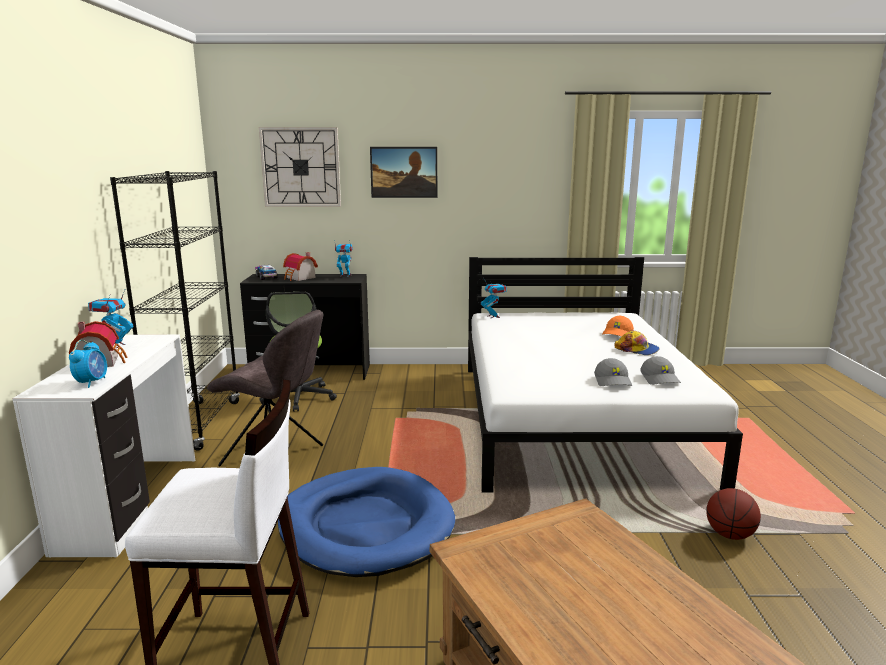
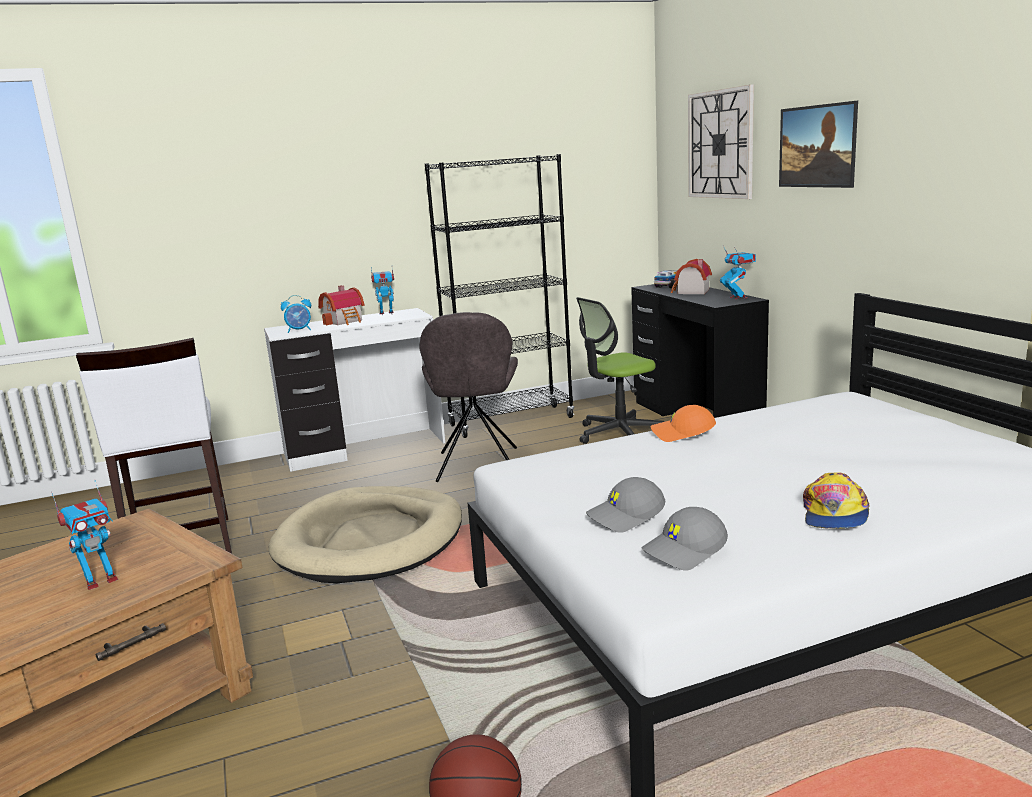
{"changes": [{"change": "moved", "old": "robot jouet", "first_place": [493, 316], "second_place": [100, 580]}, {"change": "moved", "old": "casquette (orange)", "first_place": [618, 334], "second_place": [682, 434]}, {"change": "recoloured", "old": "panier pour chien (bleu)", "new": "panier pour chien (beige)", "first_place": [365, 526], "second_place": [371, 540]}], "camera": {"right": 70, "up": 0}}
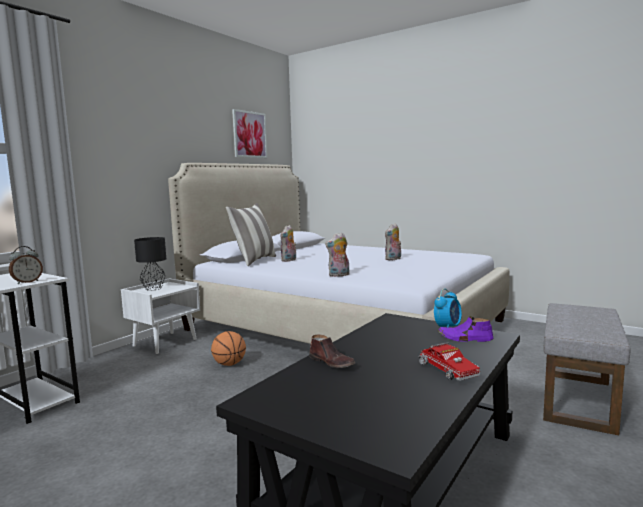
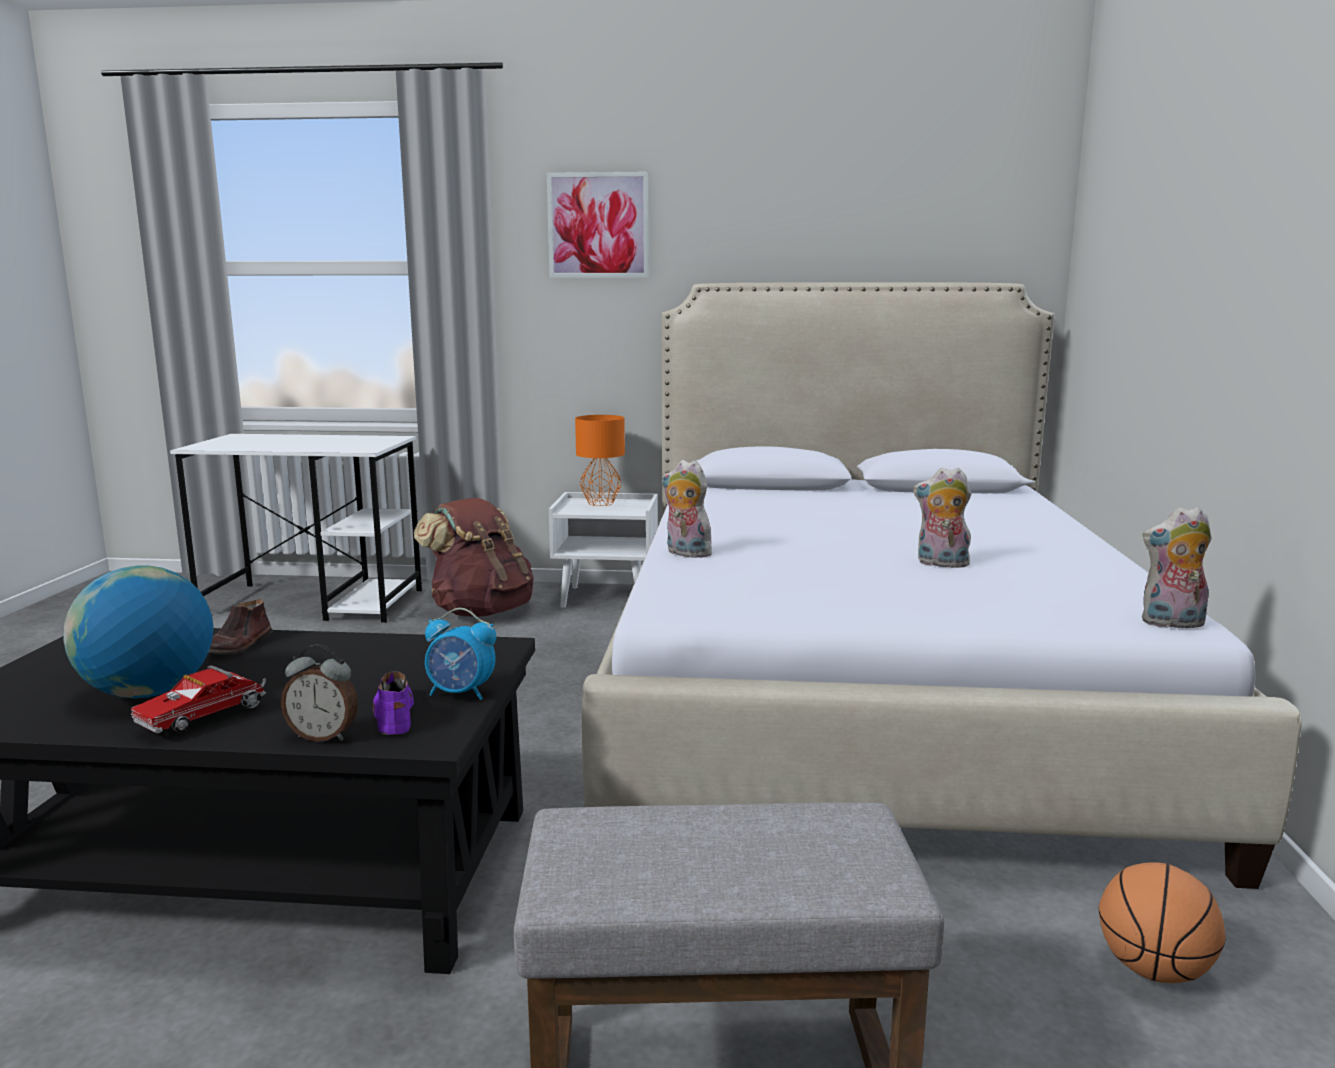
{"changes": [{"change": "removed", "old": "coussin", "first_place": [254, 261]}, {"change": "added", "new": "globe", "second_place": [148, 693]}, {"change": "added", "new": "sac à dos (marron)", "second_place": [481, 612]}, {"change": "moved", "old": "réveil", "first_place": [27, 282], "second_place": [323, 736]}, {"change": "moved", "old": "ballon de basket", "first_place": [229, 364], "second_place": [1153, 970]}, {"change": "moved", "old": "tableau", "first_place": [249, 134], "second_place": [598, 225]}, {"change": "moved", "old": "peluche", "first_place": [289, 260], "second_place": [1172, 624]}, {"change": "recoloured", "old": "lampe de table (noir)", "new": "lampe de table (orange)", "first_place": [153, 289], "second_place": [600, 503]}], "camera": {"right": 60, "up": 5}}
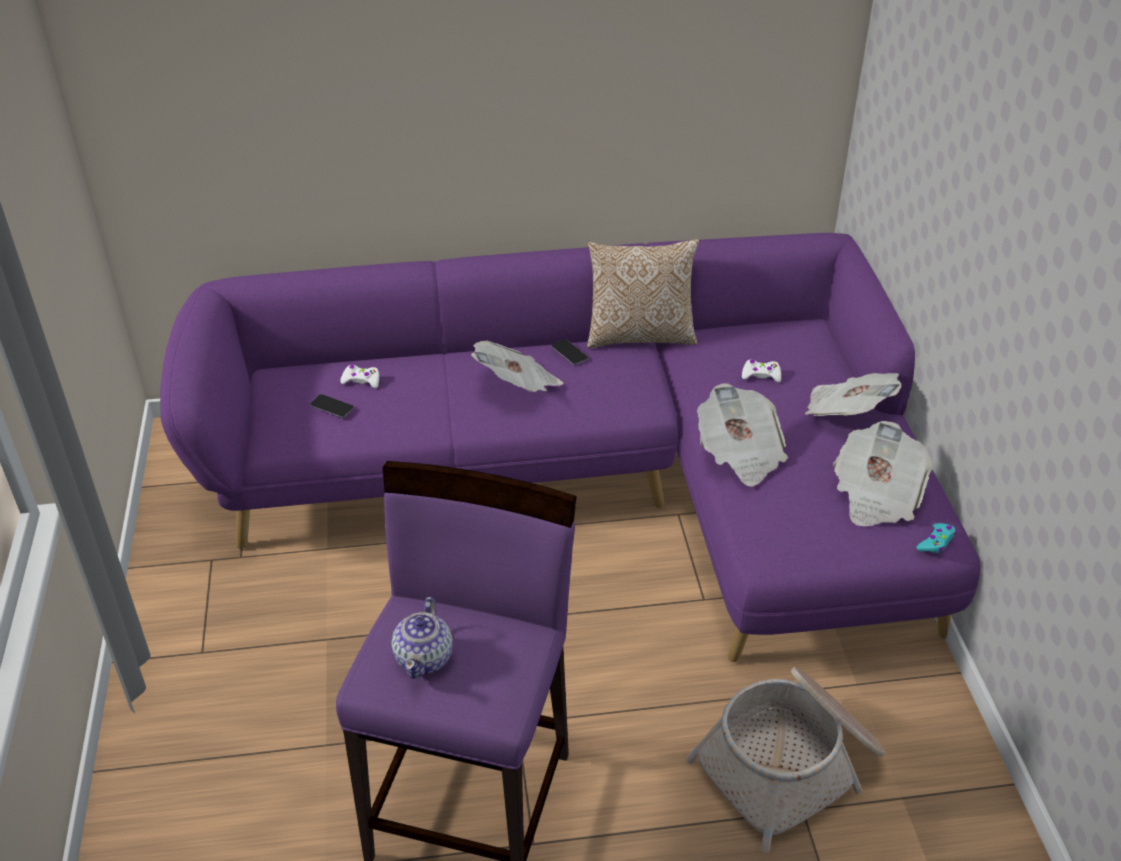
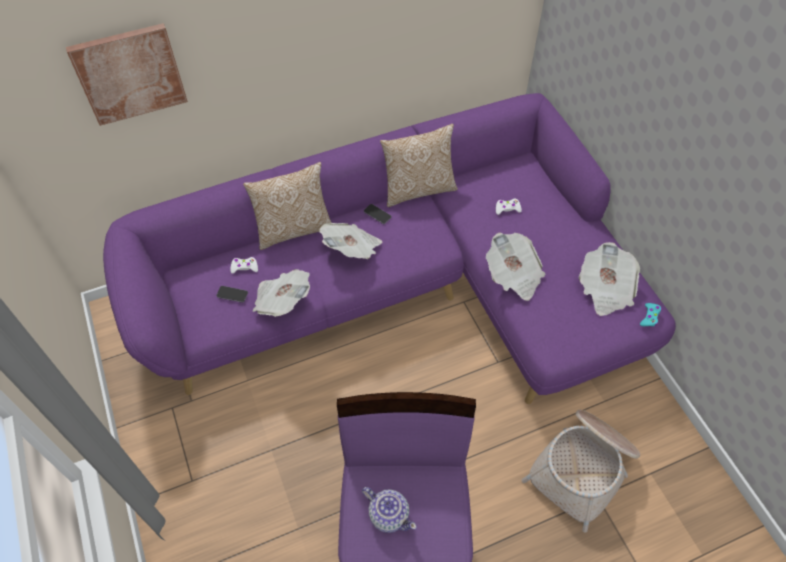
{"changes": [{"change": "added", "new": "tableau", "second_place": [129, 73]}, {"change": "added", "new": "coussin", "second_place": [294, 229]}, {"change": "moved", "old": "journal", "first_place": [846, 412], "second_place": [282, 301]}, {"change": "turned", "old": "théière", "first_place": [424, 657], "second_place": [389, 514], "degrees": -45}], "camera": {"right": -15, "up": 15}}
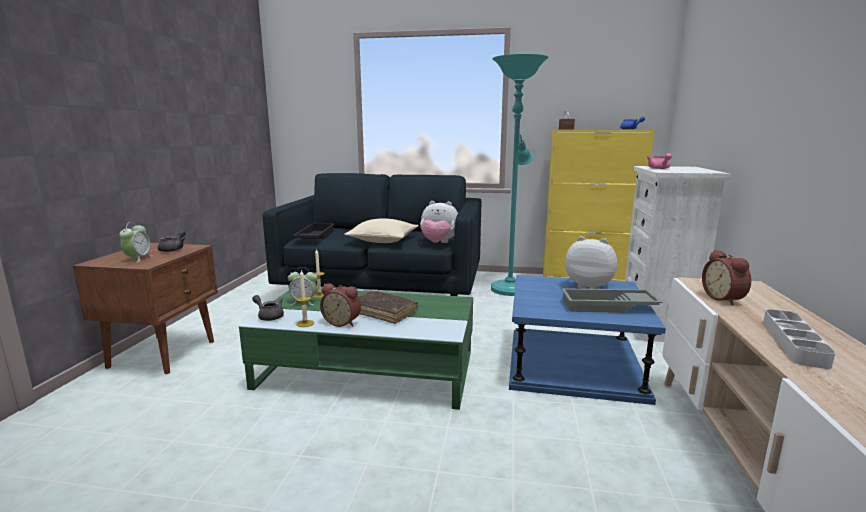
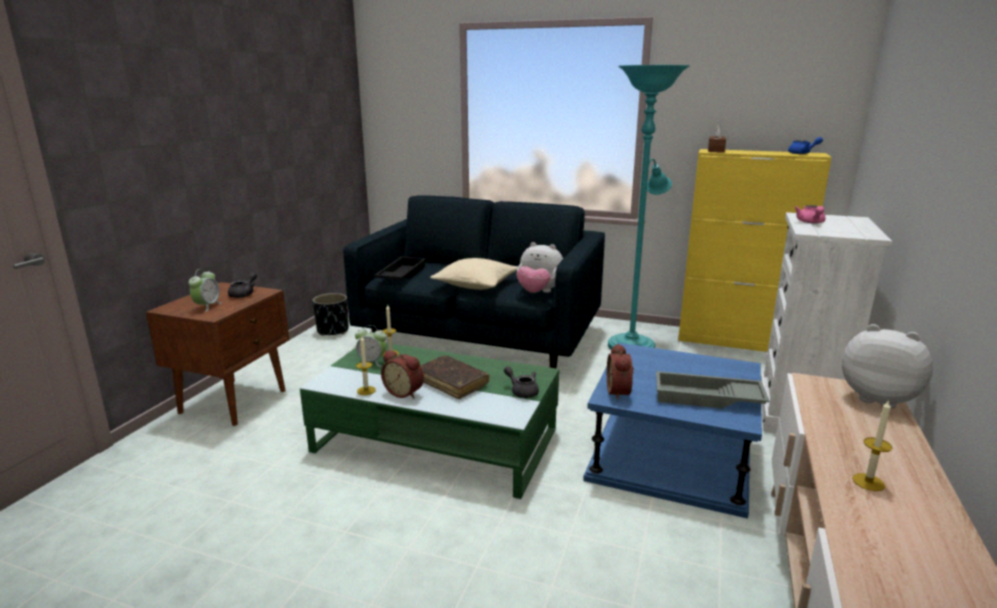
{"changes": [{"change": "added", "new": "cache-pot (noir)", "second_place": [333, 330]}, {"change": "moved", "old": "théière (gris)", "first_place": [269, 316], "second_place": [522, 391]}, {"change": "moved", "old": "peluche", "first_place": [589, 286], "second_place": [878, 398]}, {"change": "moved", "old": "réveil", "first_place": [724, 298], "second_place": [620, 392]}, {"change": "replaced", "old": "plateau (gris)", "new": "bougie", "first_place": [794, 342], "second_place": [868, 482]}], "camera": {"right": 10, "up": 5}}
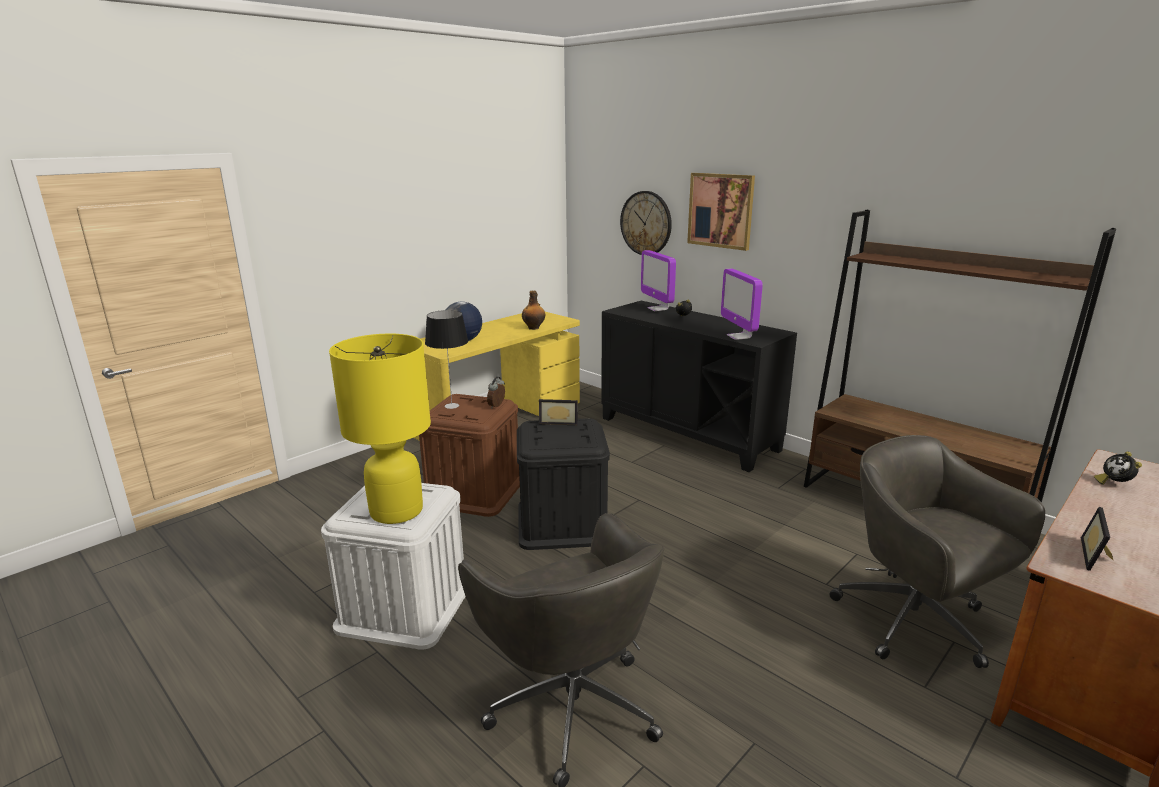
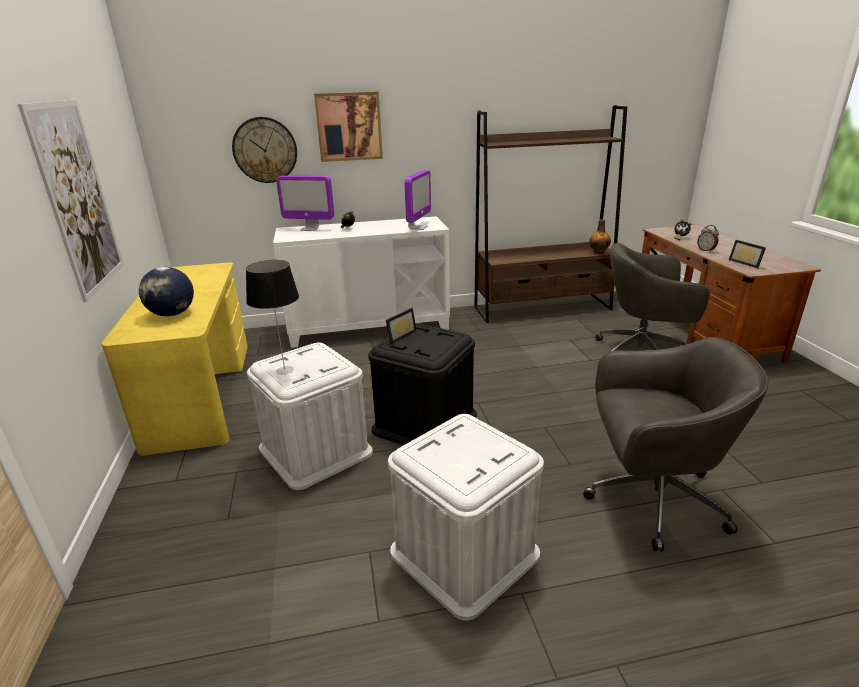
{"changes": [{"change": "removed", "old": "lampe de table (jaune)", "first_place": [396, 511]}, {"change": "added", "new": "tableau", "second_place": [78, 198]}, {"change": "moved", "old": "réveil", "first_place": [497, 406], "second_place": [706, 250]}, {"change": "moved", "old": "bouteille", "first_place": [534, 328], "second_place": [598, 252]}, {"change": "recoloured", "old": "boîte de rangement (marron)", "new": "boîte de rangement (blanc)", "first_place": [474, 491], "second_place": [315, 450]}, {"change": "recoloured", "old": "meuble de rangement (noir)", "new": "meuble de rangement (blanc)", "first_place": [688, 433], "second_place": [369, 327]}, {"change": "turned", "old": "écran d'ordinateur", "first_place": [739, 336], "second_place": [418, 227], "degrees": -90}], "camera": {"right": -55, "up": 5}}
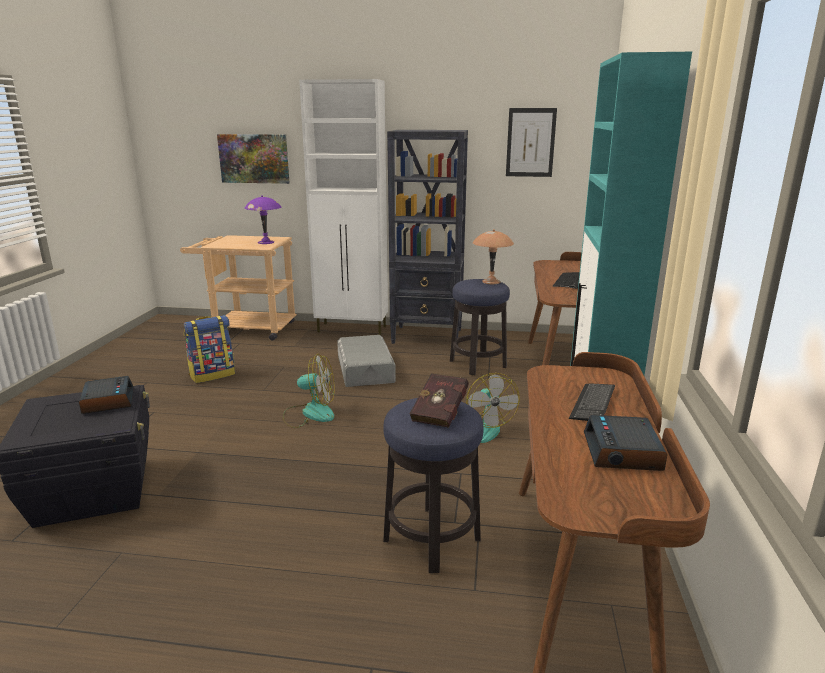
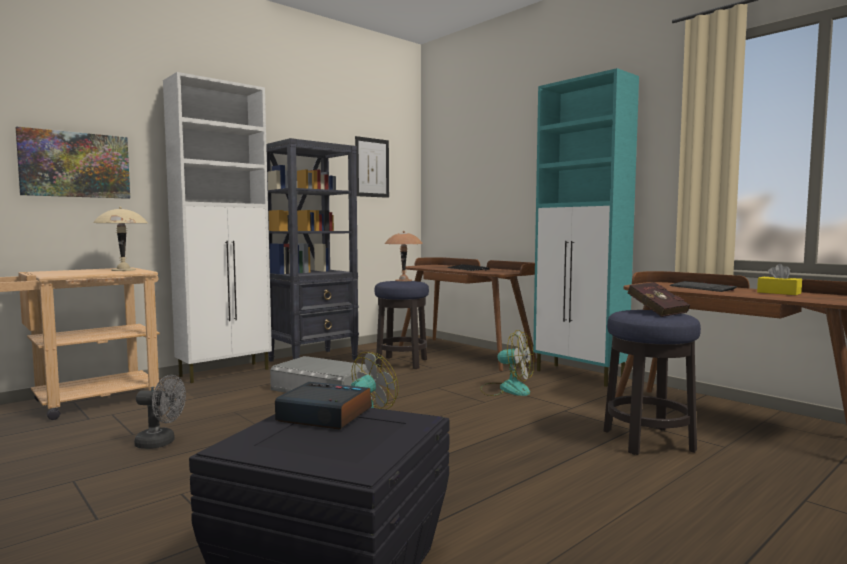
{"changes": [{"change": "replaced", "old": "sac à dos", "new": "ventilateur (gris)", "first_place": [212, 374], "second_place": [161, 443]}, {"change": "replaced", "old": "réveil", "new": "boîte à mouchoirs (jaune)", "first_place": [623, 452], "second_place": [778, 293]}, {"change": "recoloured", "old": "lampe de table (violet)", "new": "lampe de table (beige)", "first_place": [266, 242], "second_place": [123, 270]}], "camera": {"right": -50, "up": -15}}
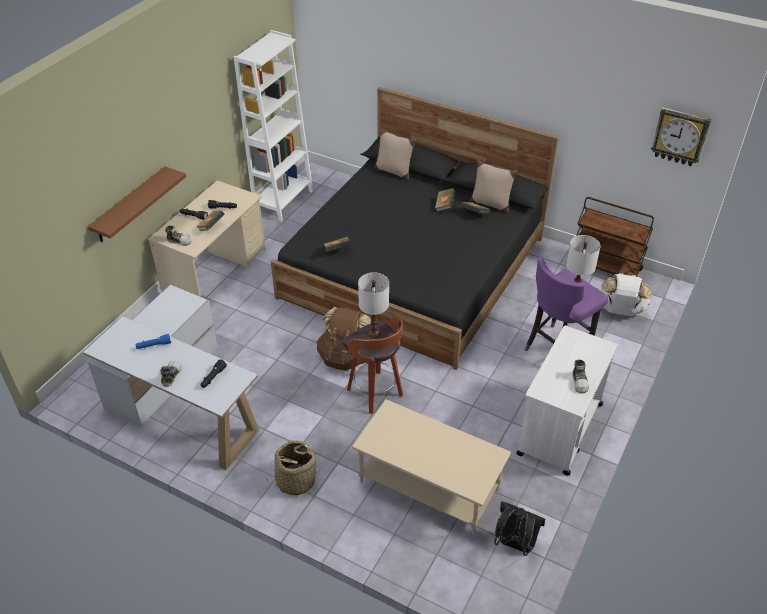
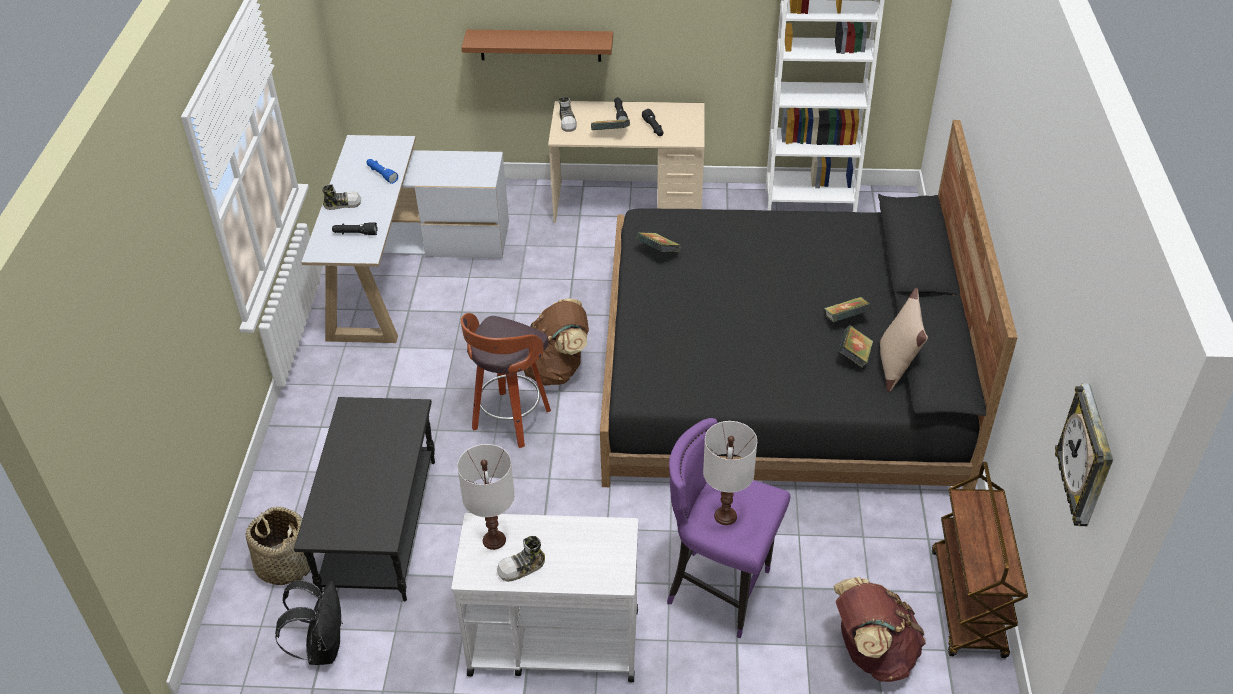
{"changes": [{"change": "removed", "old": "coussin (beige)", "first_place": [393, 171]}, {"change": "moved", "old": "panier", "first_place": [295, 480], "second_place": [285, 564]}, {"change": "moved", "old": "lampe de table (blanc)", "first_place": [374, 333], "second_place": [493, 540]}, {"change": "recoloured", "old": "table basse (beige)", "new": "table basse (noir)", "first_place": [427, 487], "second_place": [378, 526]}, {"change": "recoloured", "old": "sac à dos (blanc)", "new": "sac à dos (marron)", "first_place": [619, 310], "second_place": [872, 653]}], "camera": {"right": 65, "up": 0}}
